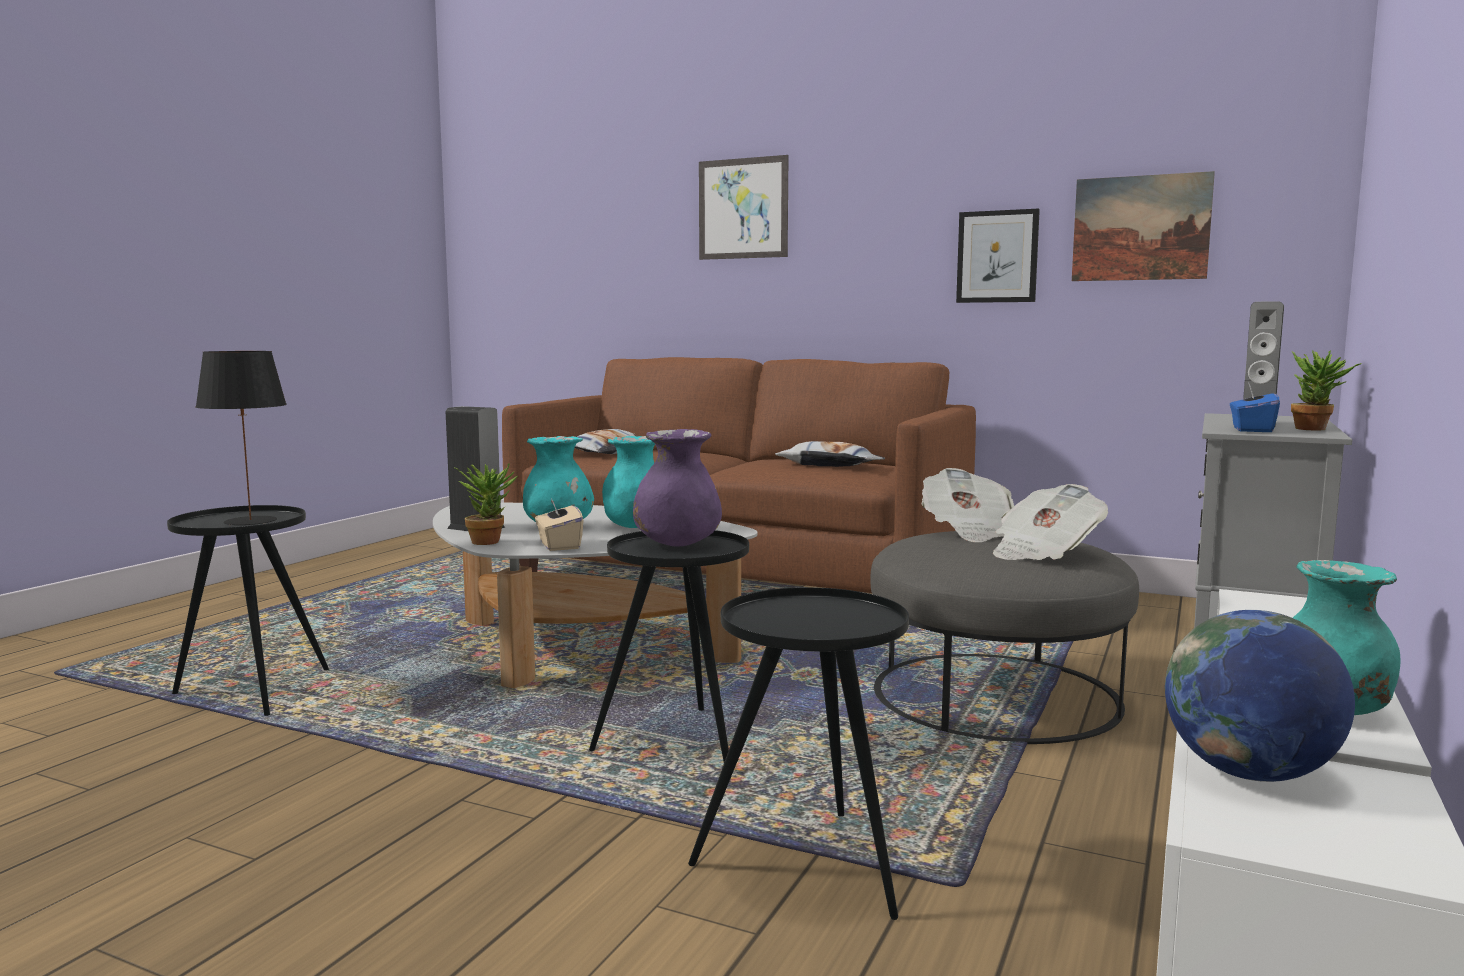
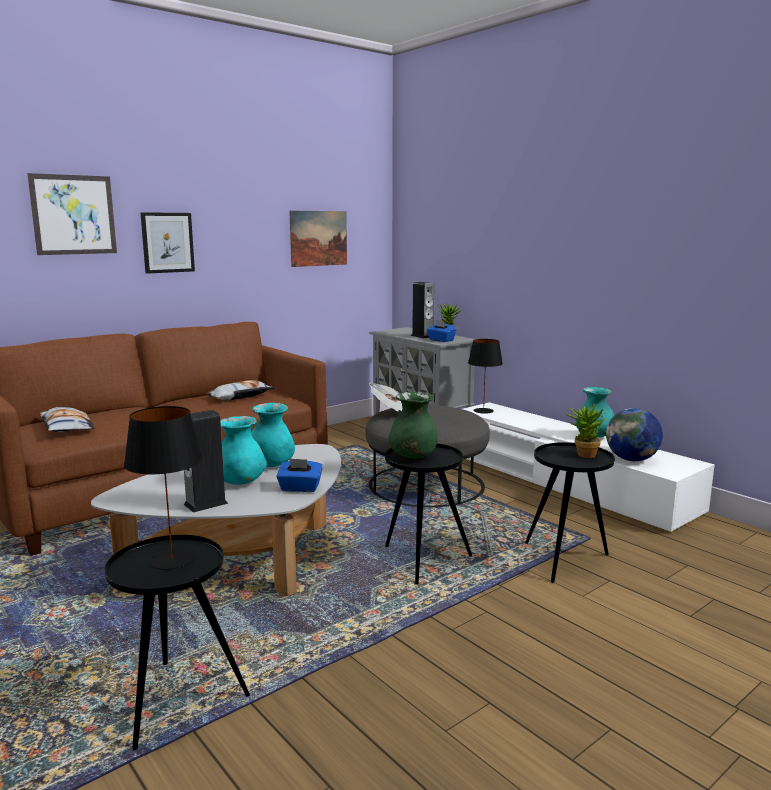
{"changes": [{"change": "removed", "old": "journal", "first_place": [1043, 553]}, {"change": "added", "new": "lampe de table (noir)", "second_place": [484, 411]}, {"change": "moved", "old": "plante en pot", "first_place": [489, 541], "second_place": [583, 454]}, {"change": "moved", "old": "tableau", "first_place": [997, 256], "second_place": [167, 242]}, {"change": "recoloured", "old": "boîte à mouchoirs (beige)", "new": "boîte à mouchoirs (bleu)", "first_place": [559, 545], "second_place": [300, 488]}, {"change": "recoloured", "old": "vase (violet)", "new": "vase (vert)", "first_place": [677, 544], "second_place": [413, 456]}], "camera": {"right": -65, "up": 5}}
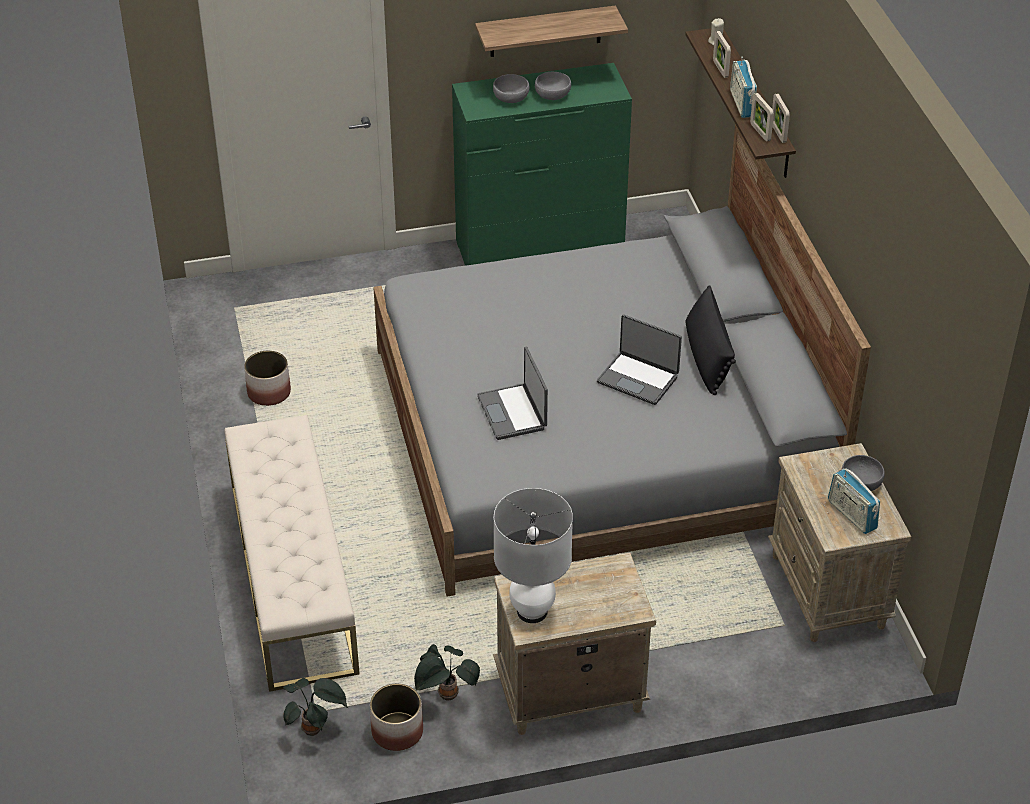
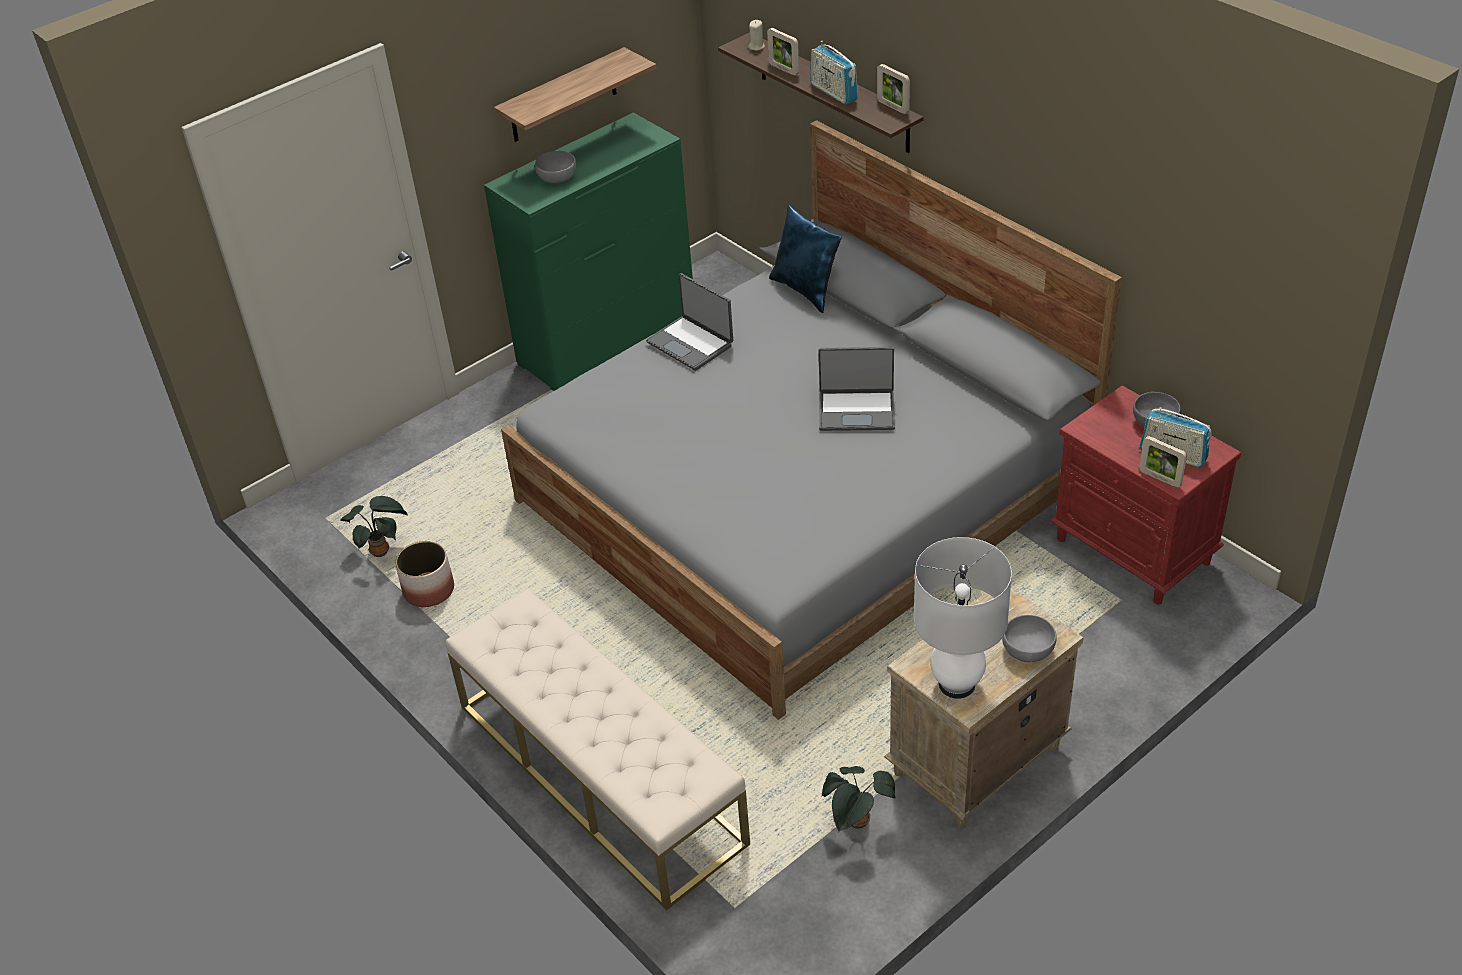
{"changes": [{"change": "removed", "old": "cache-pot", "first_place": [397, 732]}, {"change": "removed", "old": "coussin (noir)", "first_place": [707, 357]}, {"change": "added", "new": "coussin (bleu)", "second_place": [806, 290]}, {"change": "moved", "old": "plante en pot", "first_place": [314, 729], "second_place": [382, 551]}, {"change": "moved", "old": "ordinateur portable", "first_place": [513, 413], "second_place": [691, 343]}, {"change": "moved", "old": "bol (gris)", "first_place": [553, 95], "second_place": [1028, 649]}, {"change": "moved", "old": "cadre photo", "first_place": [760, 132], "second_place": [1160, 478]}, {"change": "recoloured", "old": "table de chevet (beige)", "new": "table de chevet (rouge)", "first_place": [829, 592], "second_place": [1134, 551]}], "camera": {"right": -25, "up": 0}}
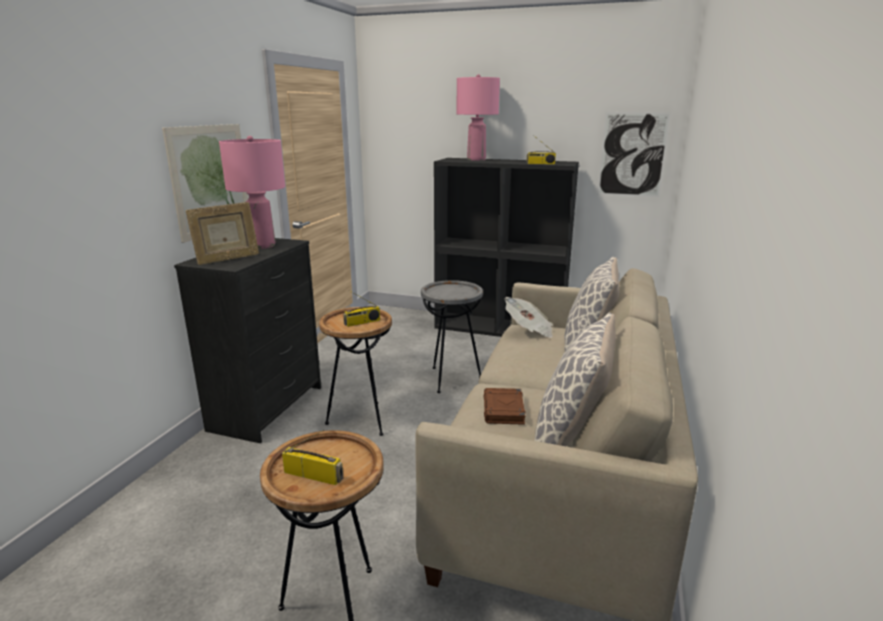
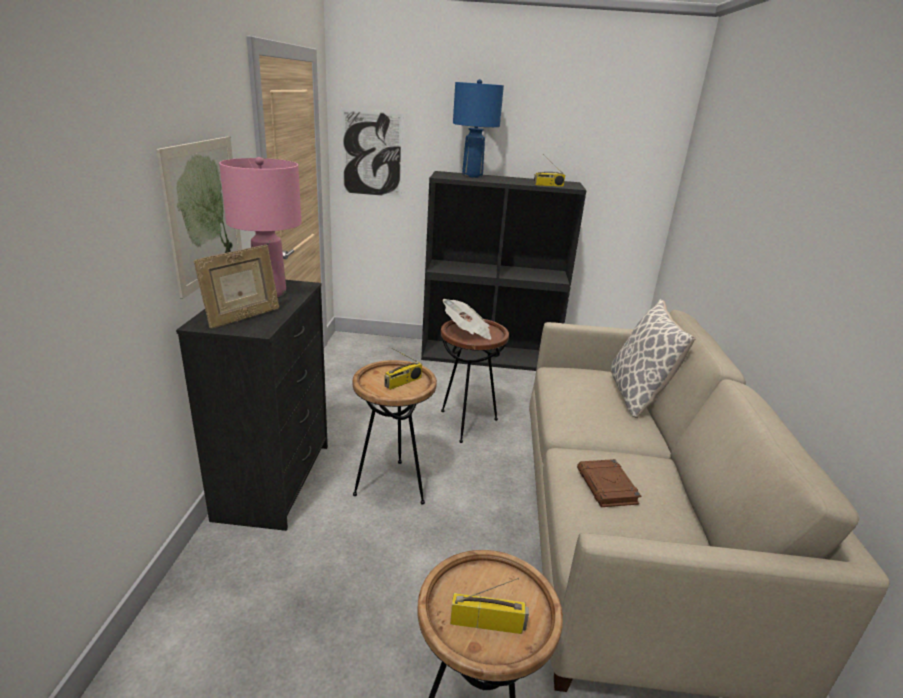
{"changes": [{"change": "removed", "old": "coussin", "first_place": [570, 437]}, {"change": "moved", "old": "journal", "first_place": [529, 330], "second_place": [467, 332]}, {"change": "moved", "old": "tableau", "first_place": [632, 154], "second_place": [371, 154]}, {"change": "recoloured", "old": "table d'appoint (gris)", "new": "table d'appoint (marron)", "first_place": [451, 379], "second_place": [466, 423]}, {"change": "recoloured", "old": "lampe de table (rose)", "new": "lampe de table (bleu)", "first_place": [476, 159], "second_place": [472, 176]}], "camera": {"right": -15, "up": 5}}
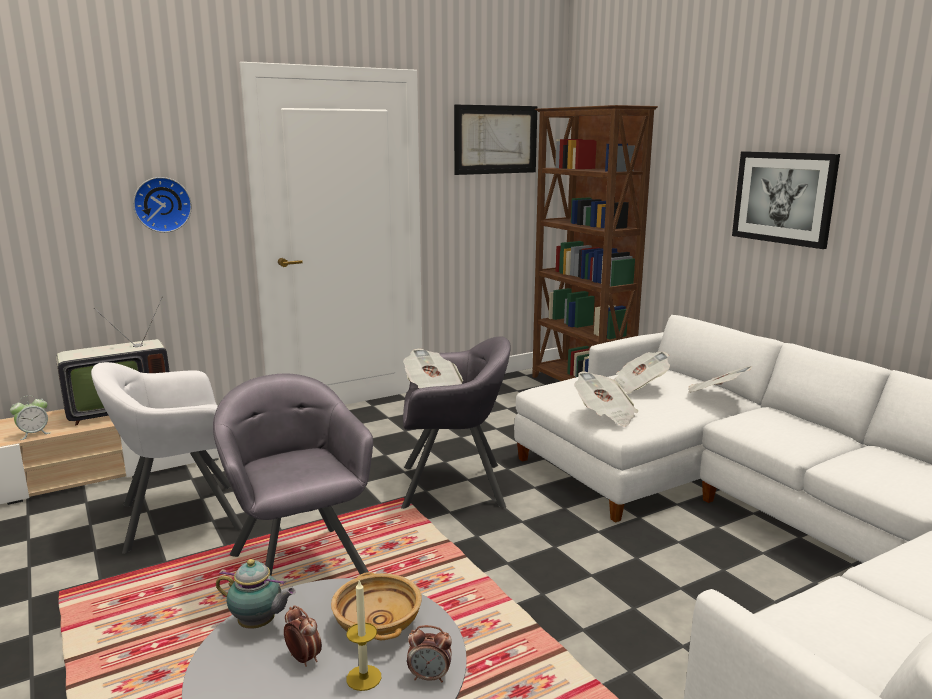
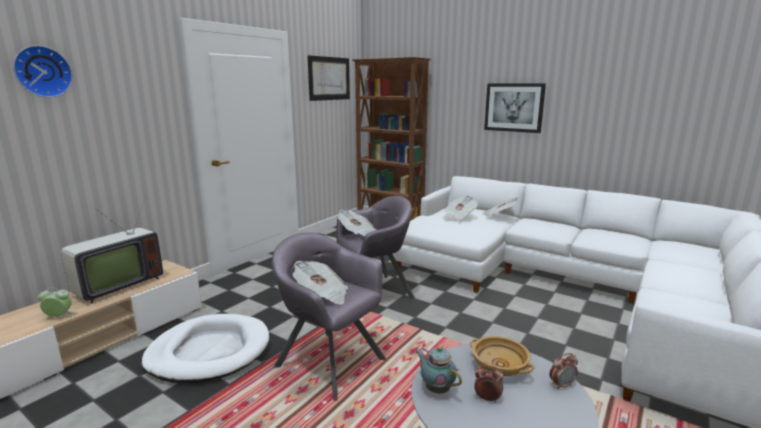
{"changes": [{"change": "removed", "old": "bougie", "first_place": [364, 678]}, {"change": "moved", "old": "horloge murale", "first_place": [162, 204], "second_place": [42, 72]}, {"change": "moved", "old": "journal", "first_place": [605, 415], "second_place": [322, 295]}, {"change": "replaced", "old": "fauteuil (blanc)", "new": "panier pour chien (blanc)", "first_place": [180, 516], "second_place": [209, 352]}, {"change": "turned", "old": "réveil", "first_place": [34, 434], "second_place": [59, 317], "degrees": -120}, {"change": "turned", "old": "théière", "first_place": [259, 625], "second_place": [436, 389], "degrees": -120}], "camera": {"right": -25, "up": 0}}
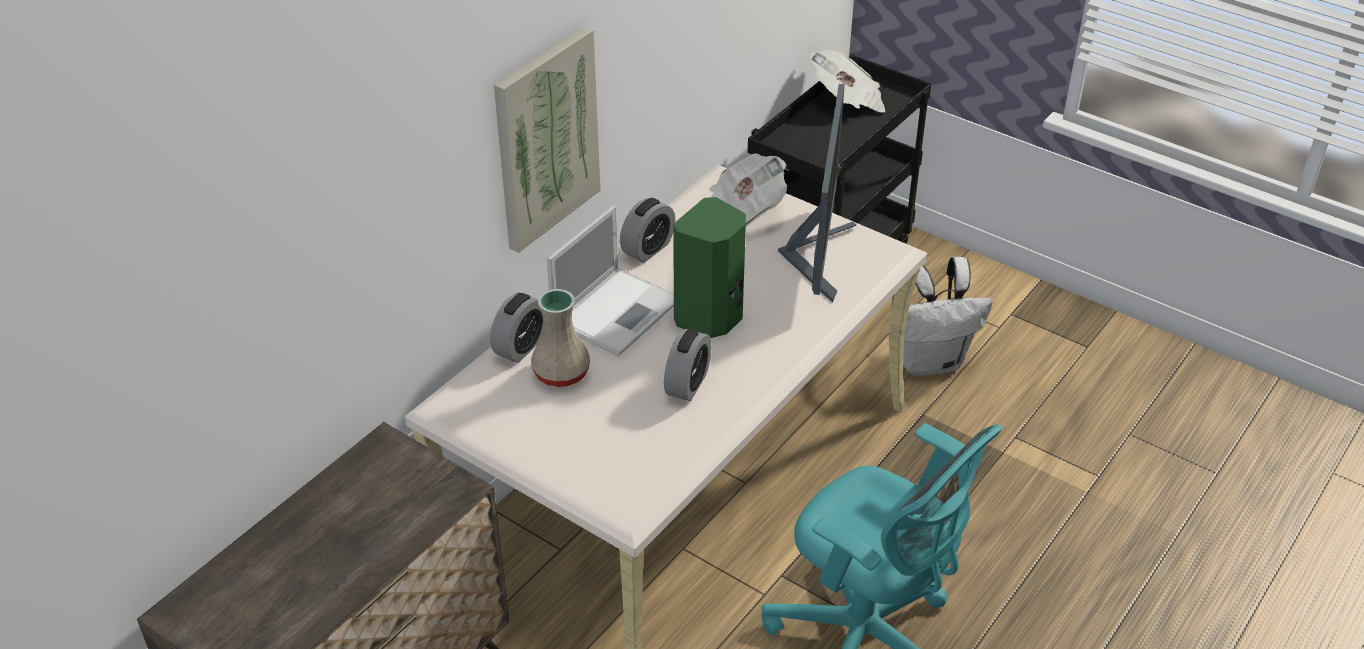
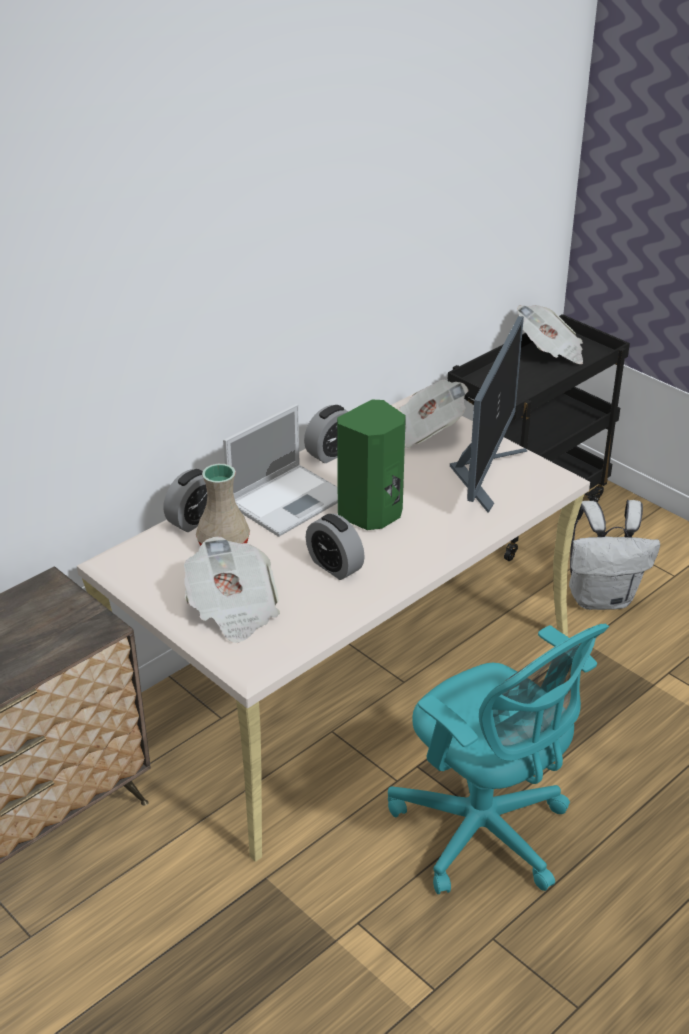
{"changes": [{"change": "removed", "old": "tableau", "first_place": [546, 139]}, {"change": "added", "new": "journal", "second_place": [233, 610]}, {"change": "turned", "old": "réveil", "first_place": [687, 384], "second_place": [334, 566], "degrees": 105}], "camera": {"right": 10, "up": -5}}
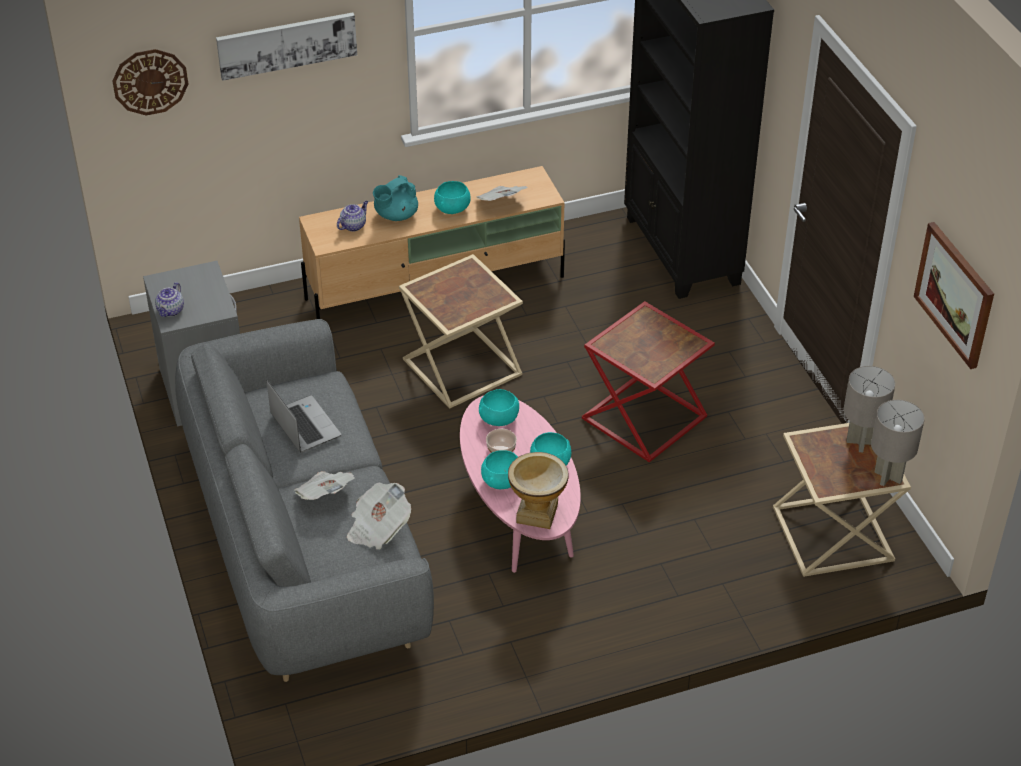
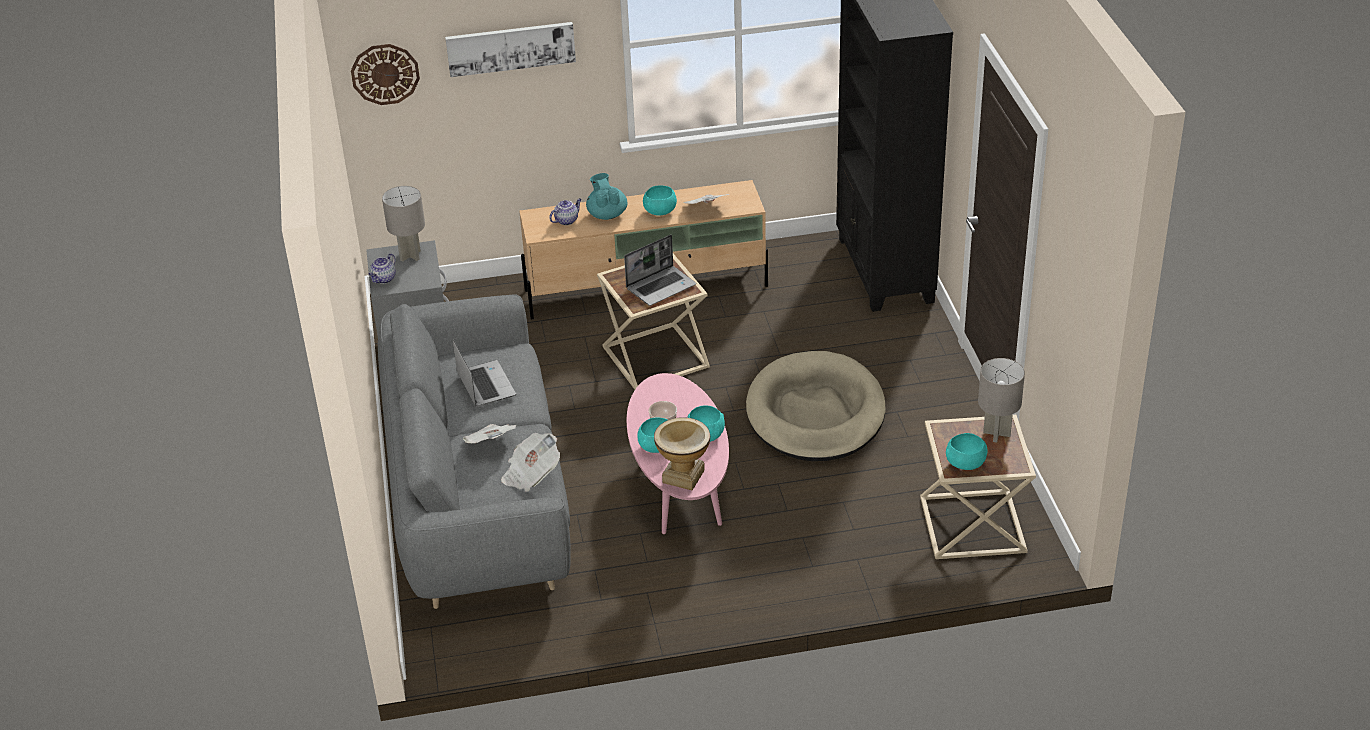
{"changes": [{"change": "removed", "old": "tableau", "first_place": [955, 294]}, {"change": "added", "new": "ordinateur portable", "second_place": [661, 286]}, {"change": "moved", "old": "bol (turquoise)", "first_place": [498, 420], "second_place": [965, 464]}, {"change": "moved", "old": "lampe de table (gris)", "first_place": [888, 476], "second_place": [411, 255]}, {"change": "replaced", "old": "table d'appoint (rouge)", "new": "panier pour chien (beige)", "first_place": [644, 420], "second_place": [815, 413]}, {"change": "turned", "old": "théière (turquoise)", "first_place": [395, 215], "second_place": [607, 214], "degrees": 105}], "camera": {"right": 10, "up": -5}}
